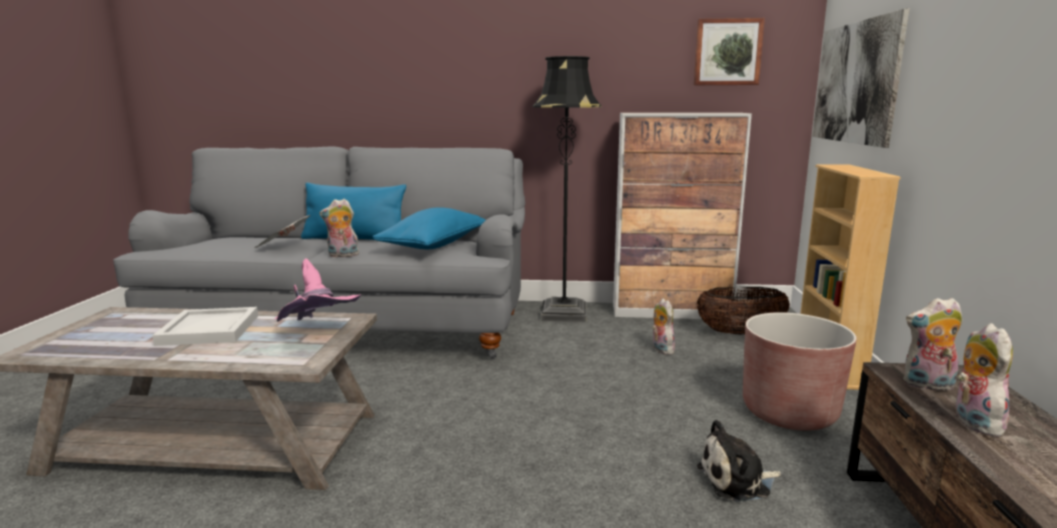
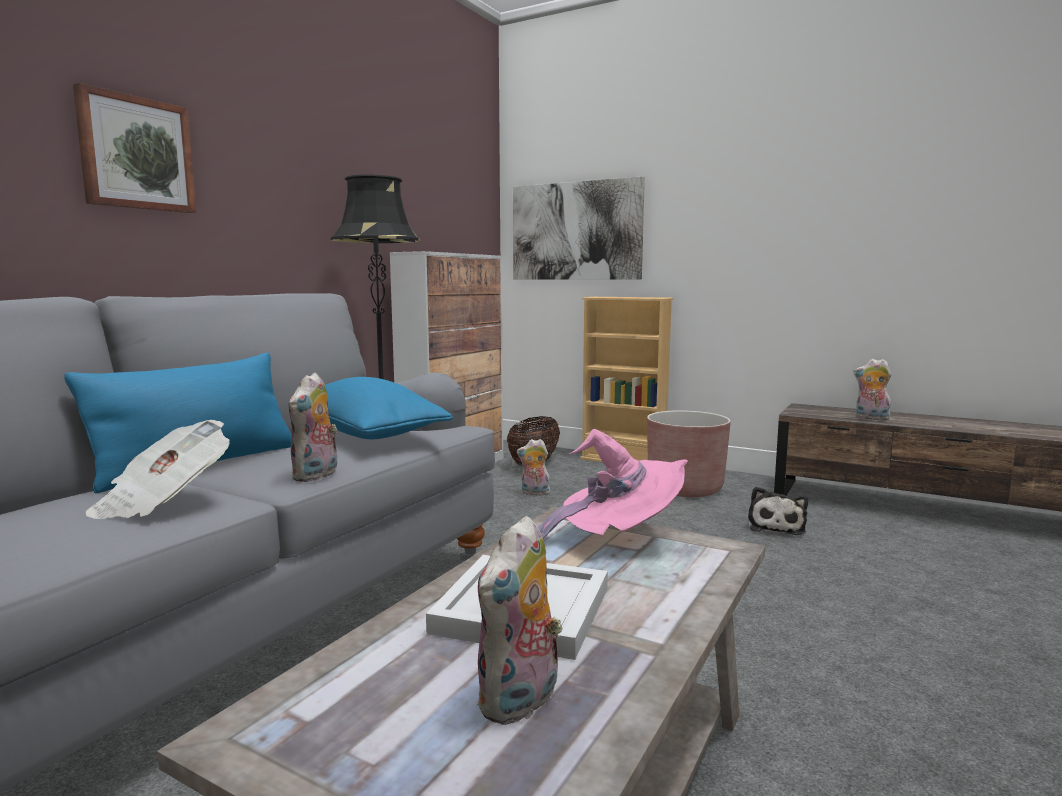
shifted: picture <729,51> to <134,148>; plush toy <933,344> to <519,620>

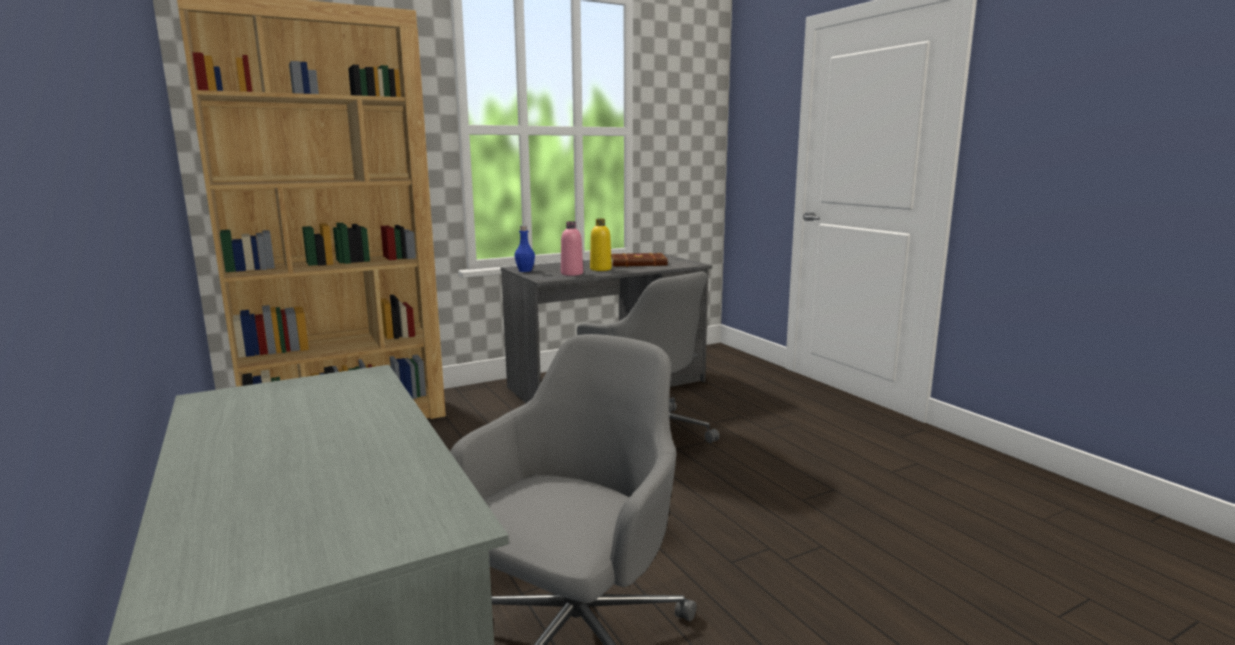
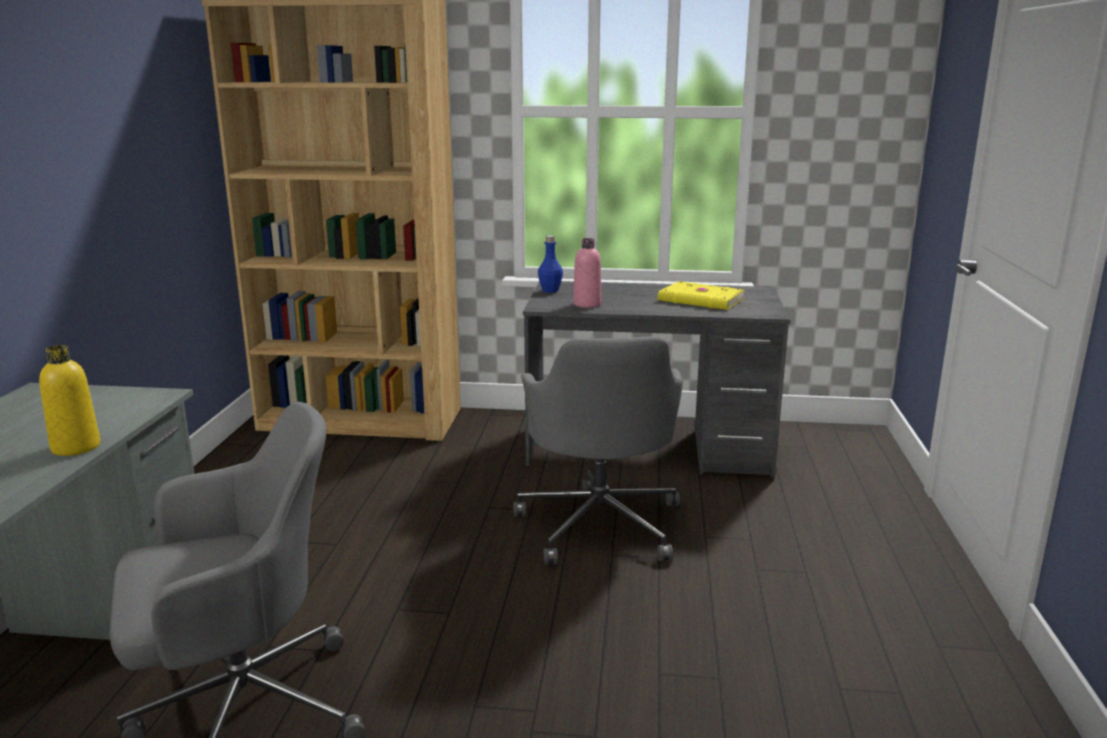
shifted: yellow bottle <601,245> to <69,400>
repainted: brown book <639,260> to yellow book <701,295>

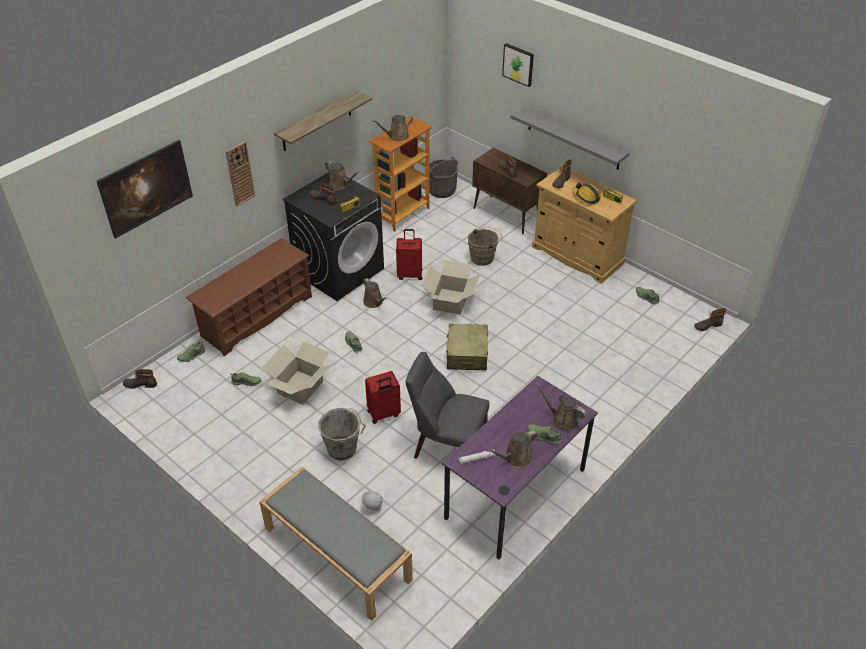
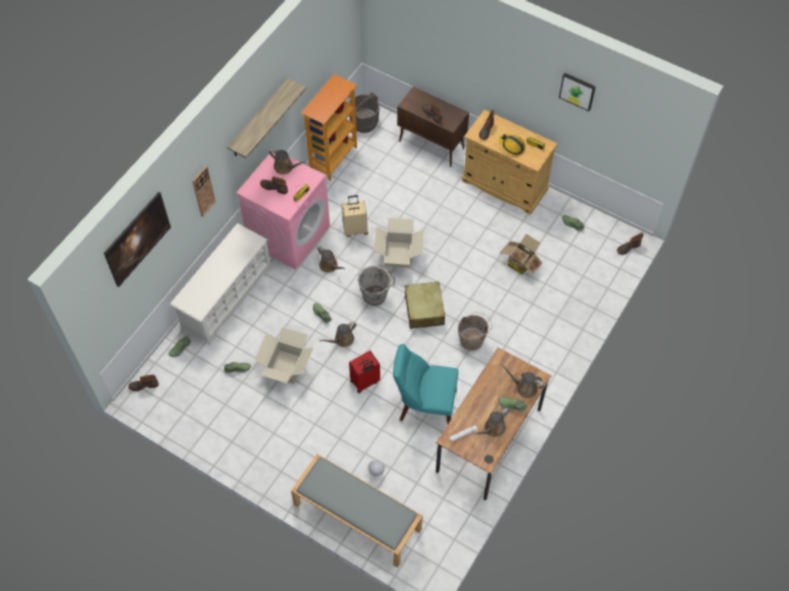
gone: grey shelf <570,137>
new: cardboard box <521,254>
shifted: grey bucket <341,434> to <376,285>; brown watering can <392,128> to <338,334>; brown bucket <485,246> to <475,331>; picture <518,65> to <577,92>
repainted: brown shoe rack <249,297> to white shoe rack <220,284>; black washing machine <333,236> to pink washing machine <283,210>; red suitcase <409,254> to beige suitcase <355,216>; grey chair <447,405> to turquoise chair <426,384>; purple desk <520,467> to brown desk <493,423>

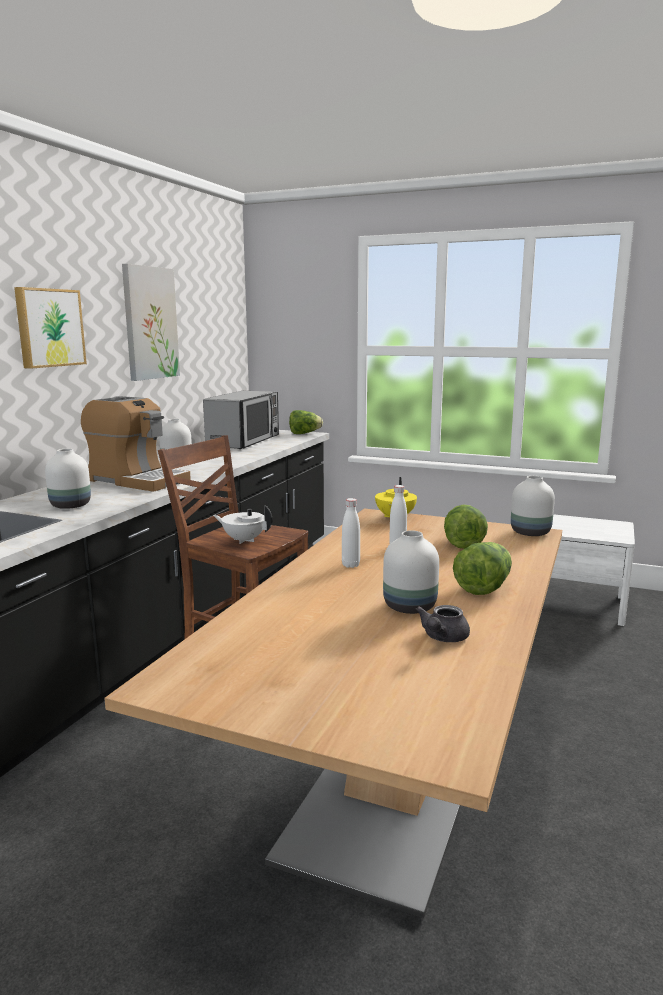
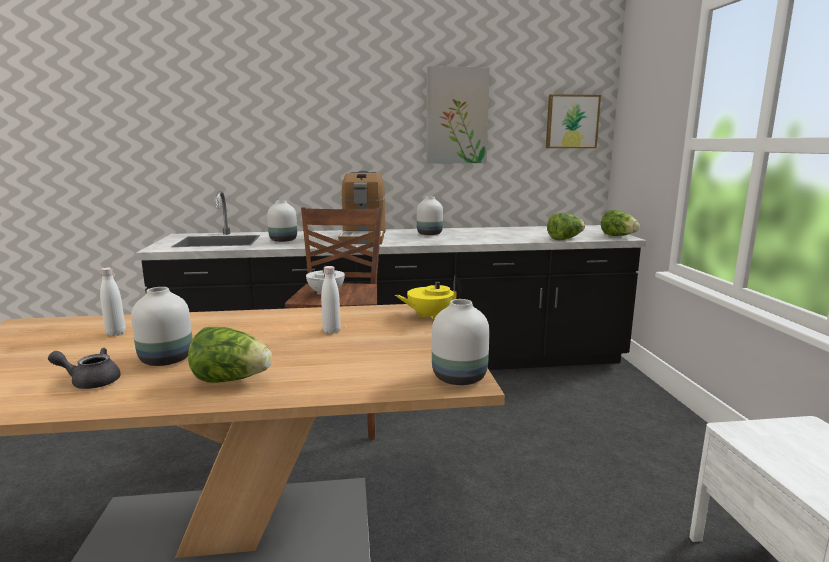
gone: microwave <241,420>
shifted: picture <50,328> to <573,121>; white bottle <351,533> to <113,301>; lettuce <466,526> to <566,226>

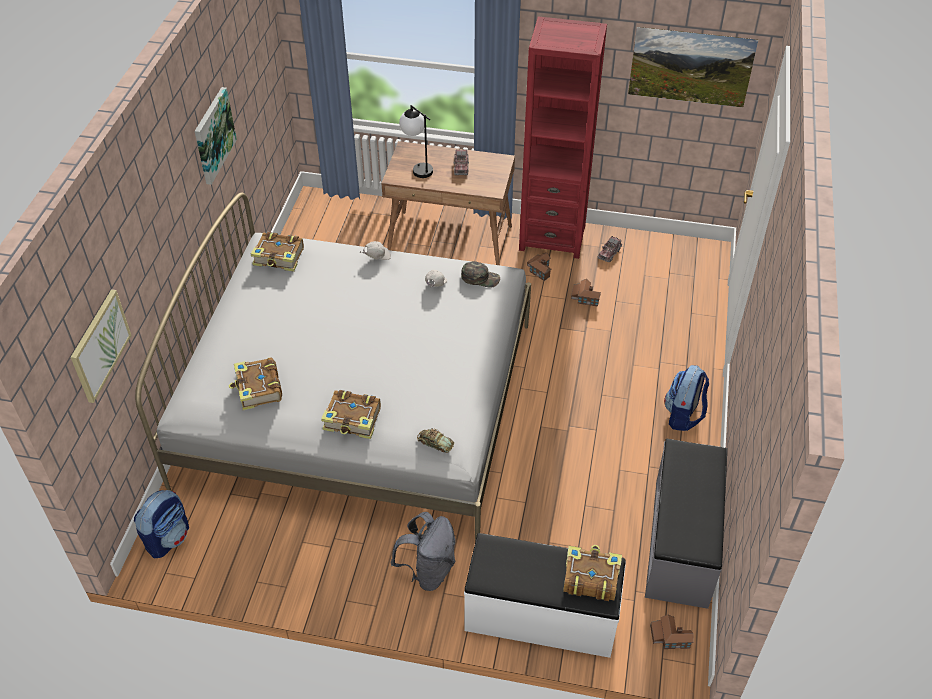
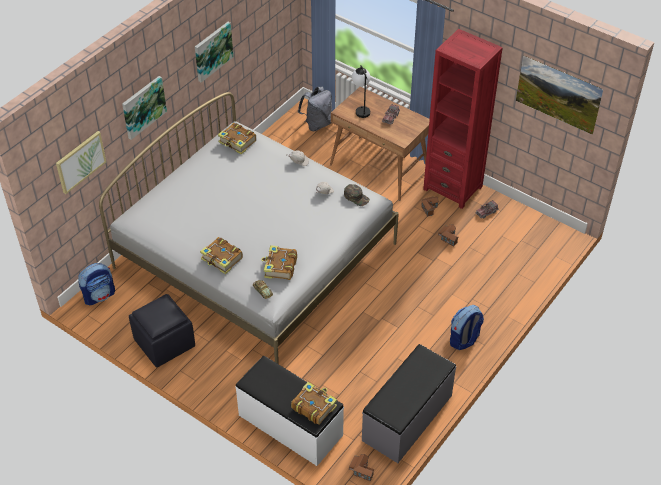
new: picture <144,108>; black ottoman <162,331>
shifted: book <255,383> to <279,262>; grey backpack <423,551> to <315,109>

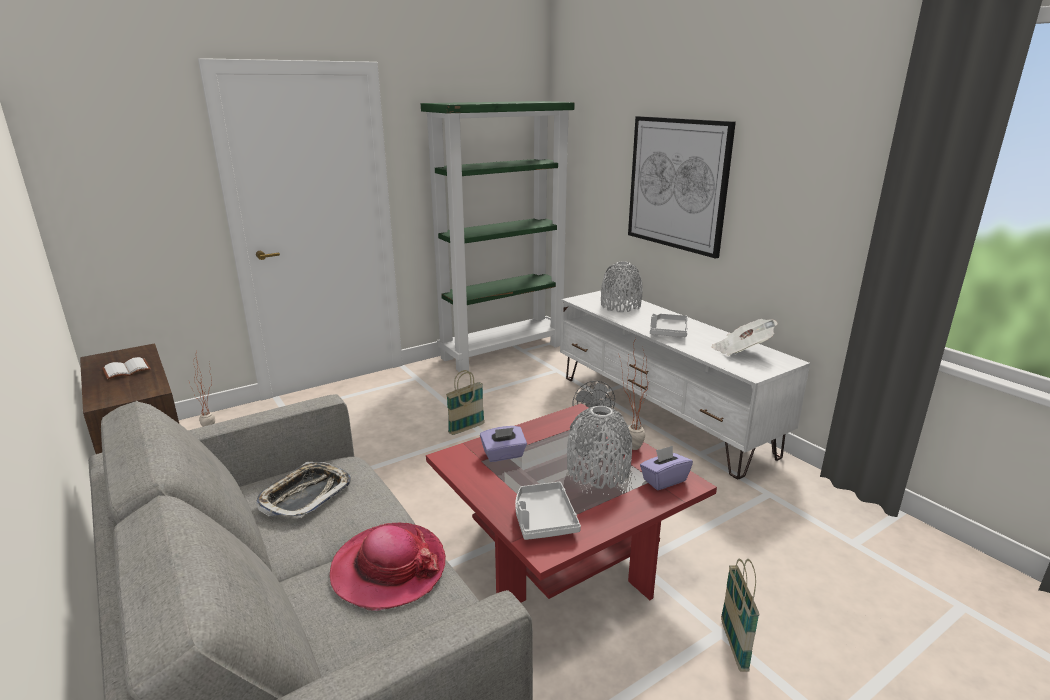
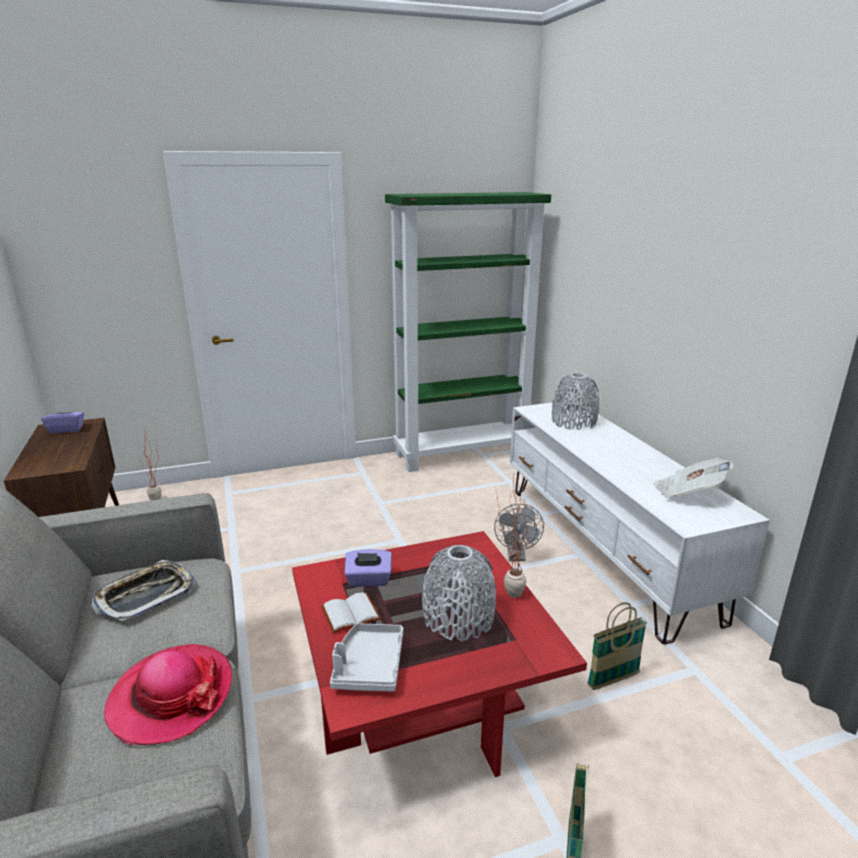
gone: picture <682,187>; grey tray <669,325>
shifted: white book <126,368> to <351,612>; basket <465,402> to <617,646>; purple tissue box <666,468> to <62,419>

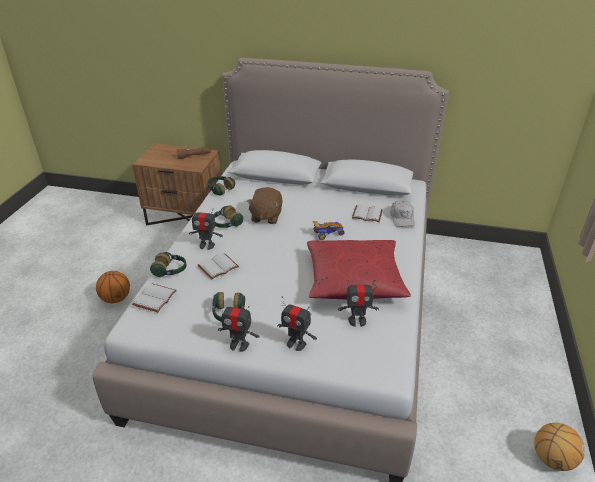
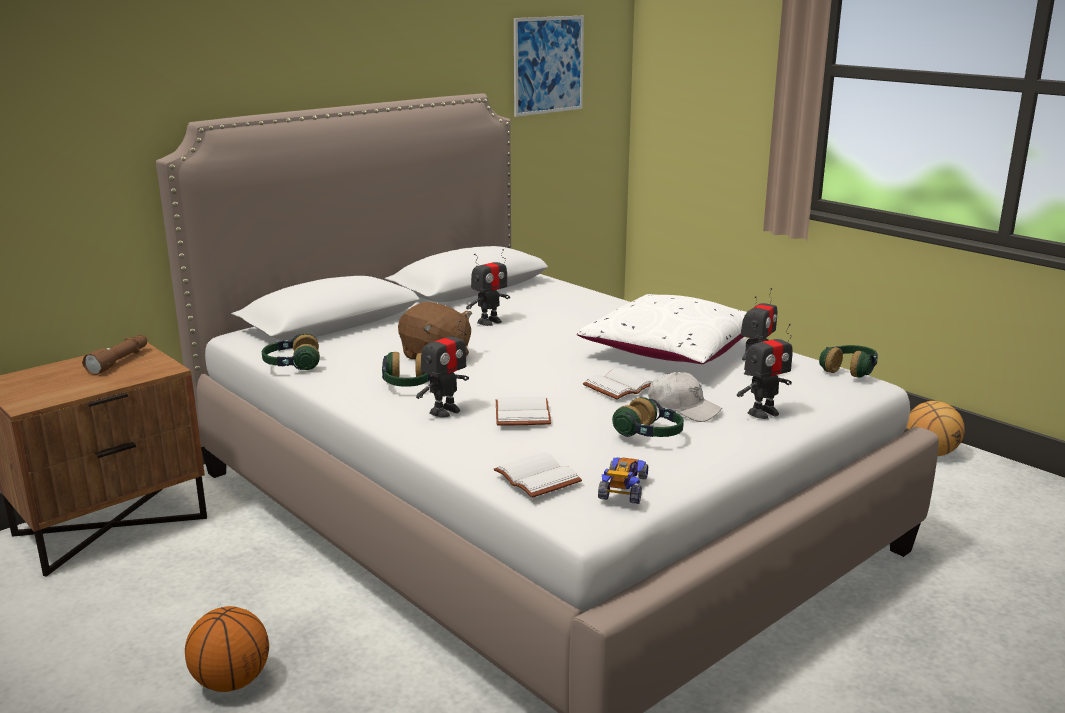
new: picture <549,66>
shifted: headphones <168,264> to <848,361>; toy robot <239,326> to <488,287>; toy car <328,230> to <623,480>; white book <367,213> to <617,384>; white cap <402,213> to <685,397>
repainted: red pillow <359,269> to white pillow <662,329>

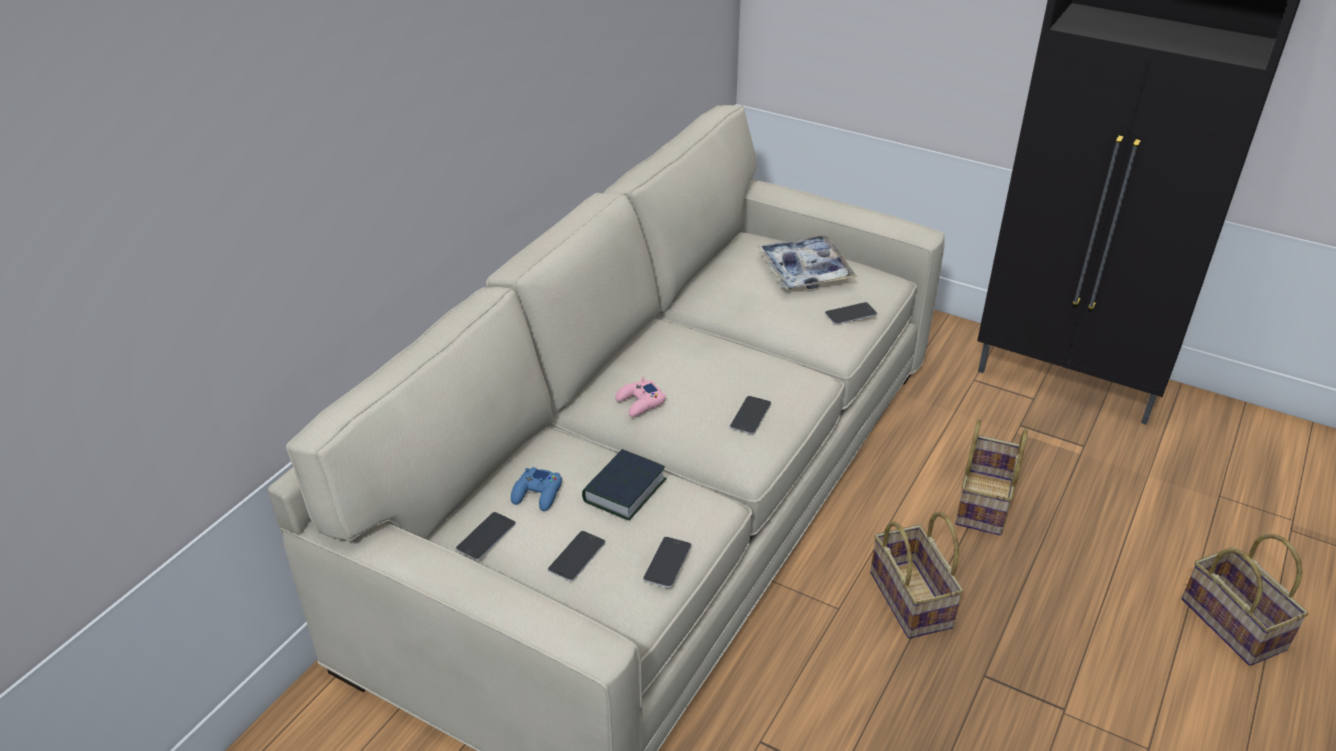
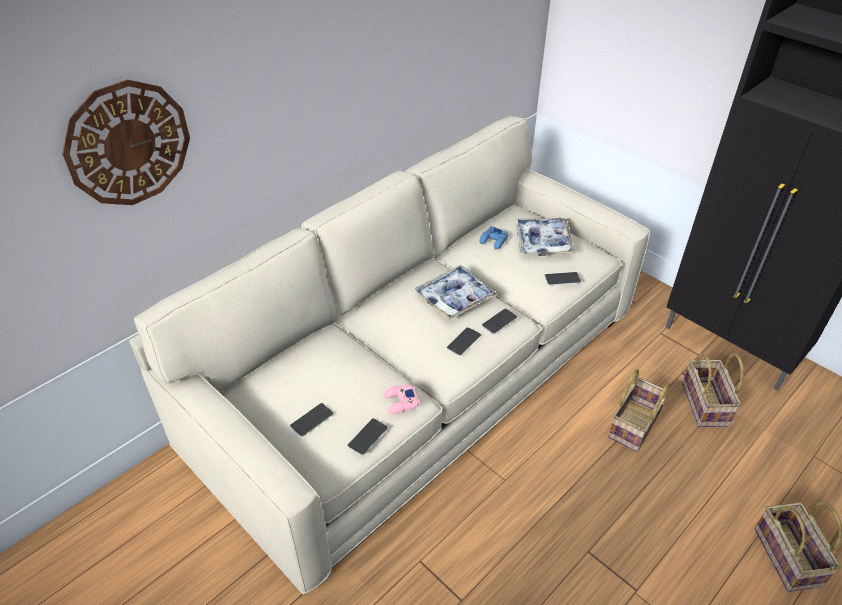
gone: book <624,484>
new: wall clock <126,142>; tray <456,292>
shifted: phone <486,536> to <499,321>; blue game controller <536,489> to <494,238>; pink game controller <640,397> to <402,399>; basket <917,575> to <713,390>

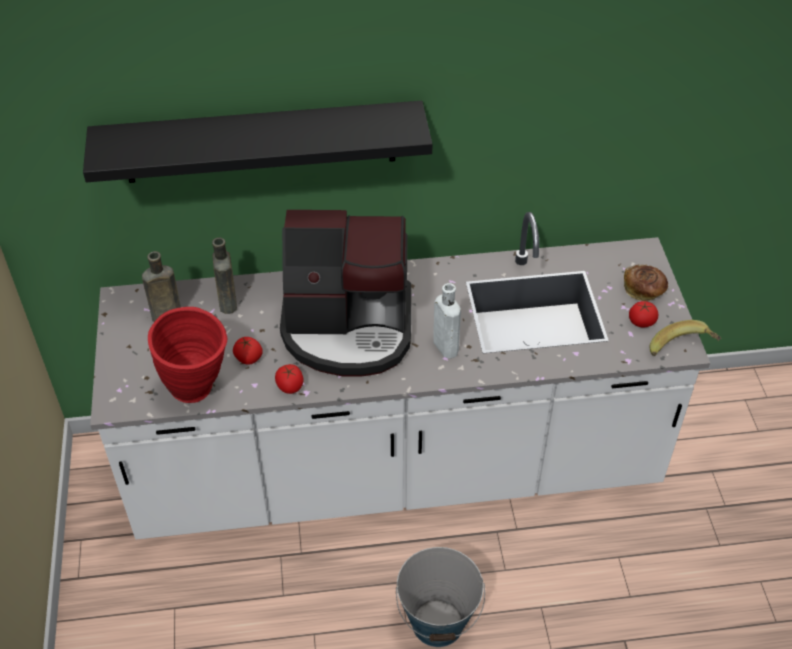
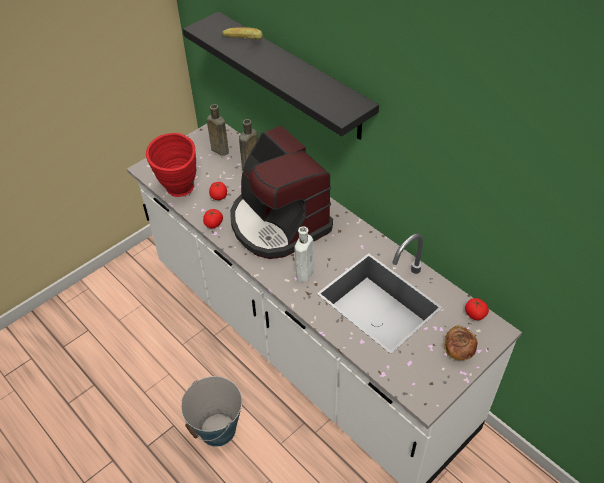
shifted: tomato <643,314> to <477,309>; banana <685,338> to <242,33>

